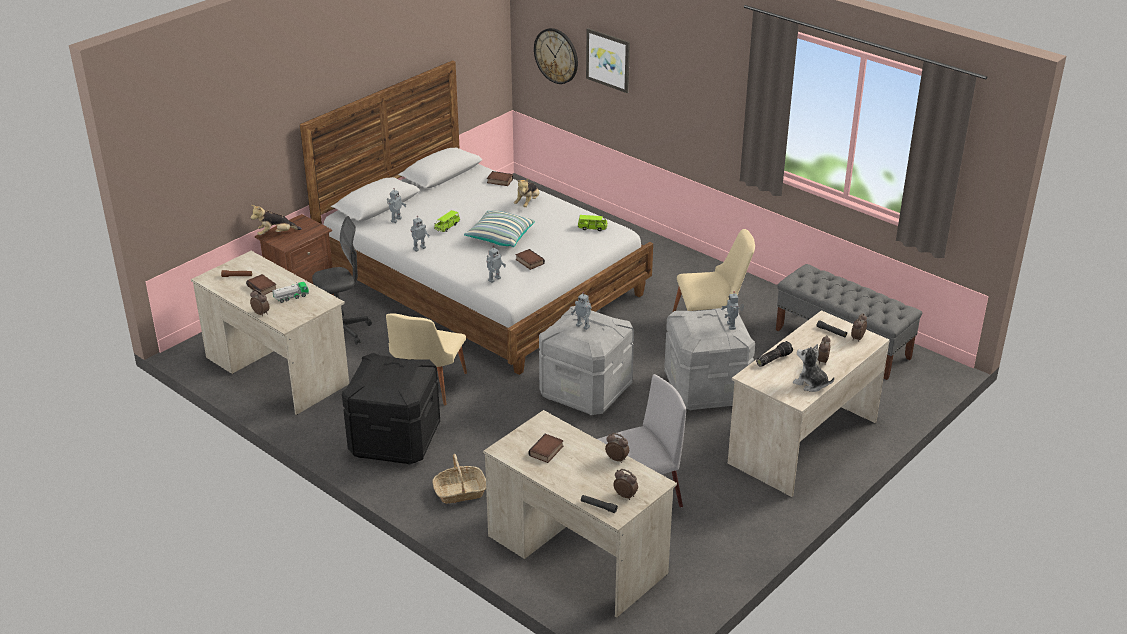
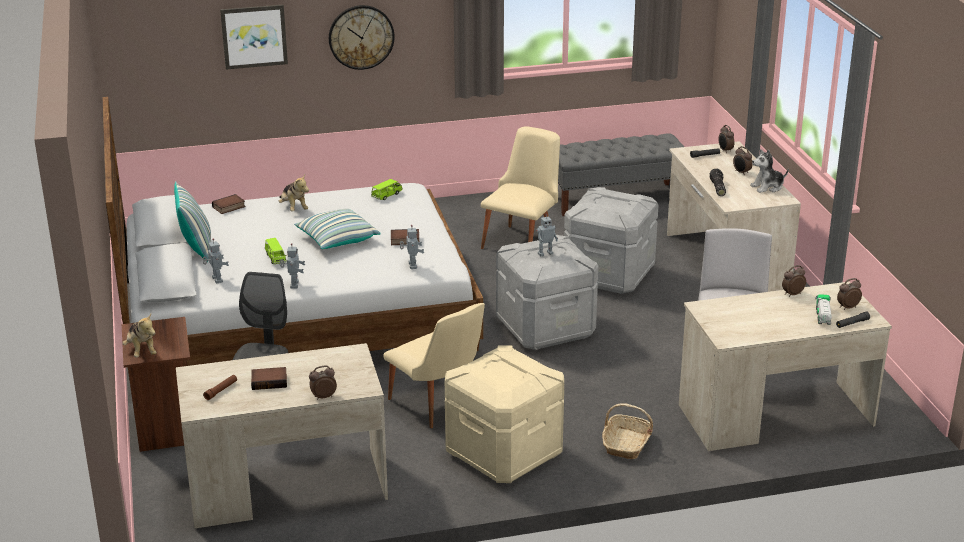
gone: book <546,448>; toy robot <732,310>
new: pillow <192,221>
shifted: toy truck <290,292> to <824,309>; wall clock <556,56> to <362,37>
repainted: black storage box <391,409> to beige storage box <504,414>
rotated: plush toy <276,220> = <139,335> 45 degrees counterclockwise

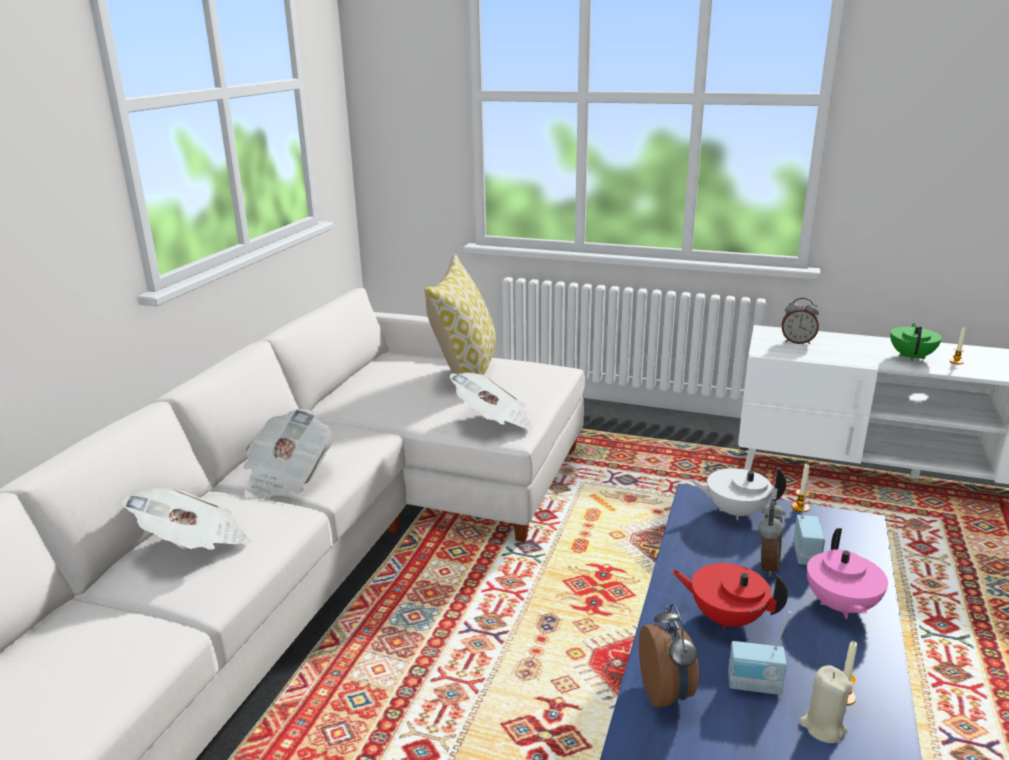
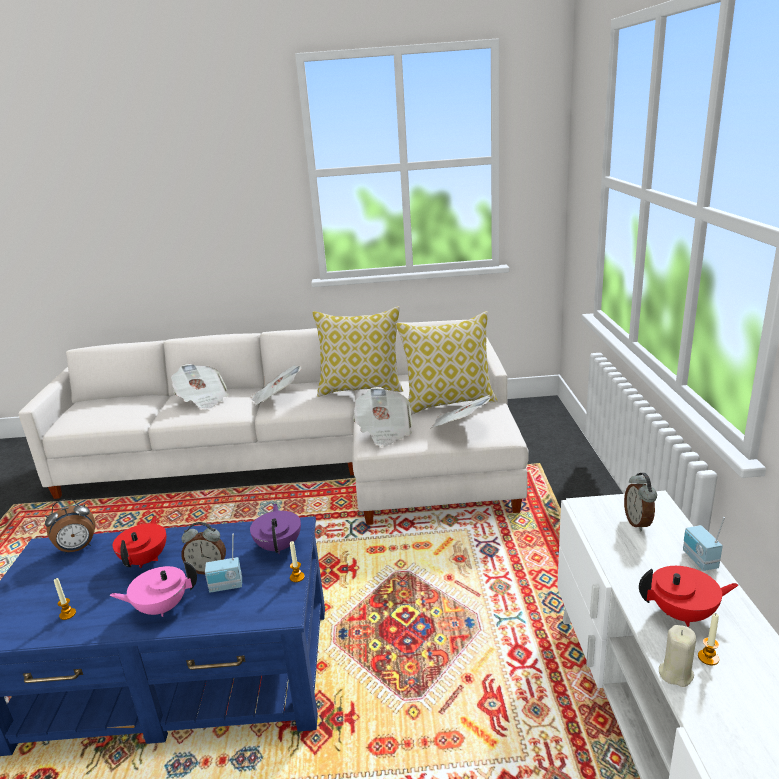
new: pillow <357,351>; newspaper <460,412>
shifted: radio <759,653> to <704,544>; beige candle <826,704> to <677,656>
repainted: white teapot <737,493> to purple teapot <275,529>; green teapot <916,342> to red teapot <689,596>

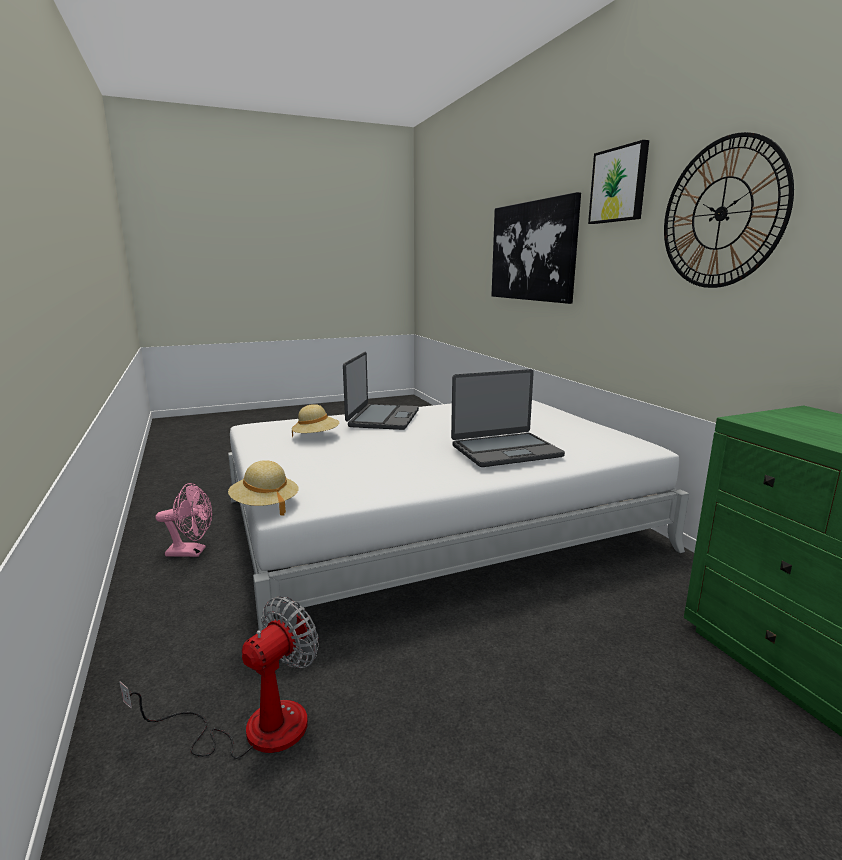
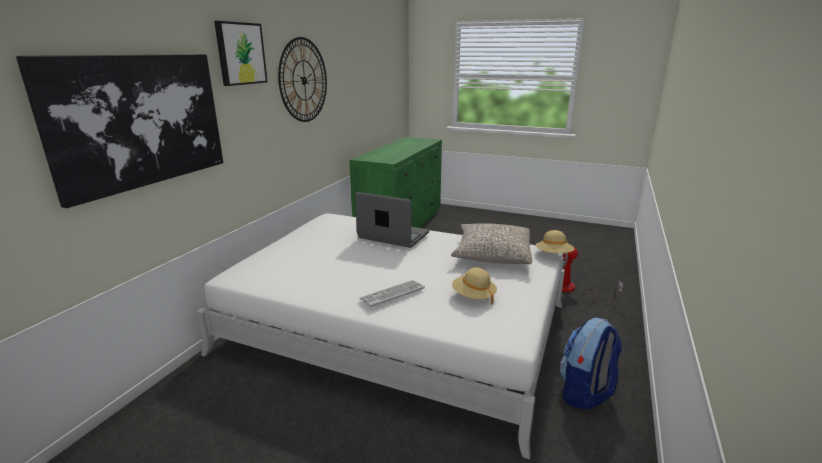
new: grey pillow <491,243>
swapped: pink fan <184,520> to backpack <591,364>; laptop <381,391> to keyboard <392,293>

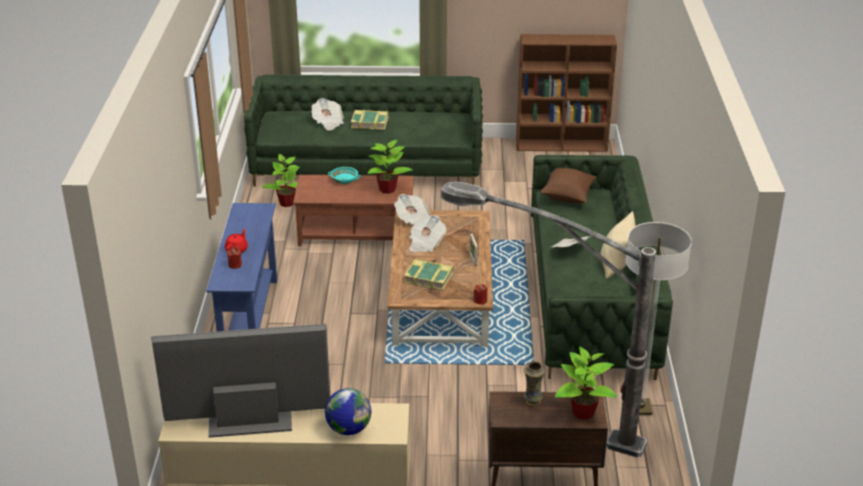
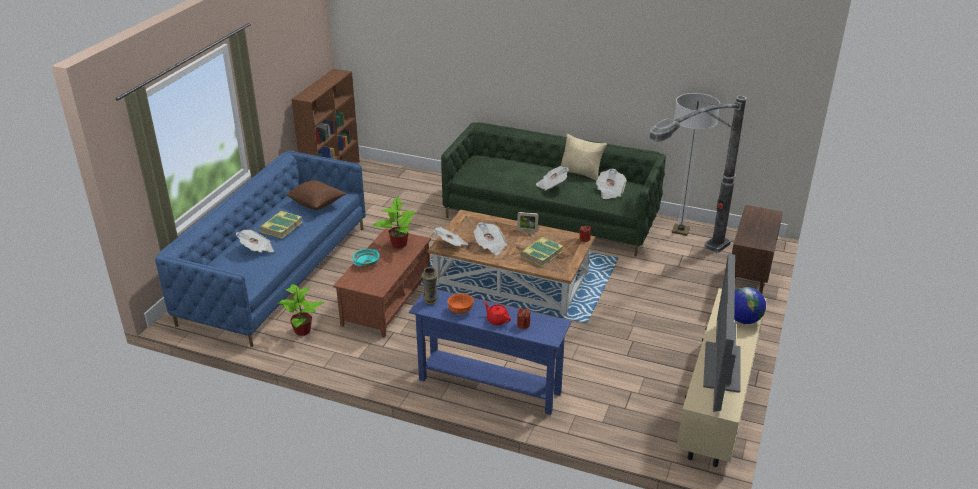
gone: potted plant <586,383>
new: orange bowl <460,303>; newspaper <611,184>
shifted: vase <534,383> to <429,285>; brown pillow <569,185> to <316,195>
repainted: green sofa <363,130> to blue sofa <260,249>

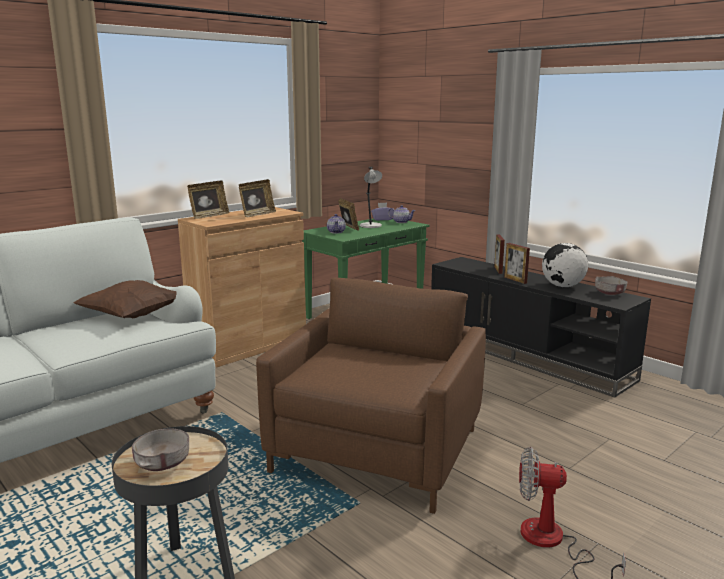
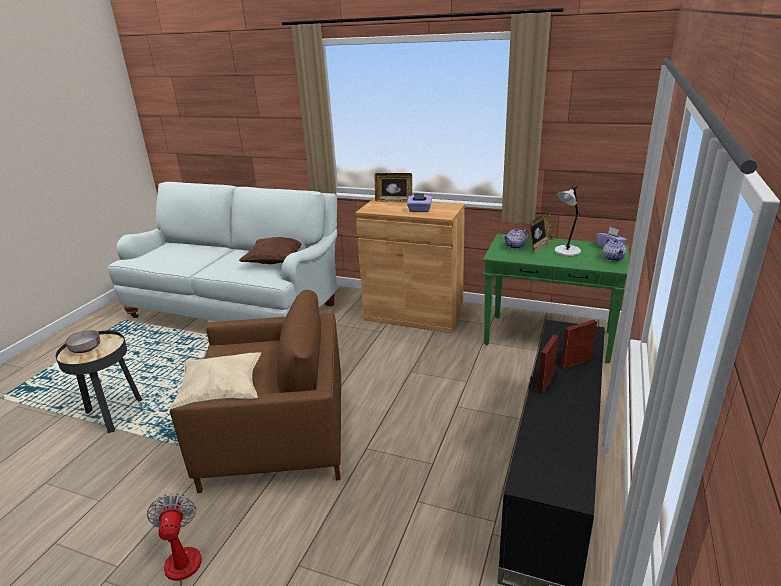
gone: globe <565,265>; grey bowl <611,285>
new: beige pillow <215,380>
swapped: picture frame <257,198> to purple tissue box <419,202>

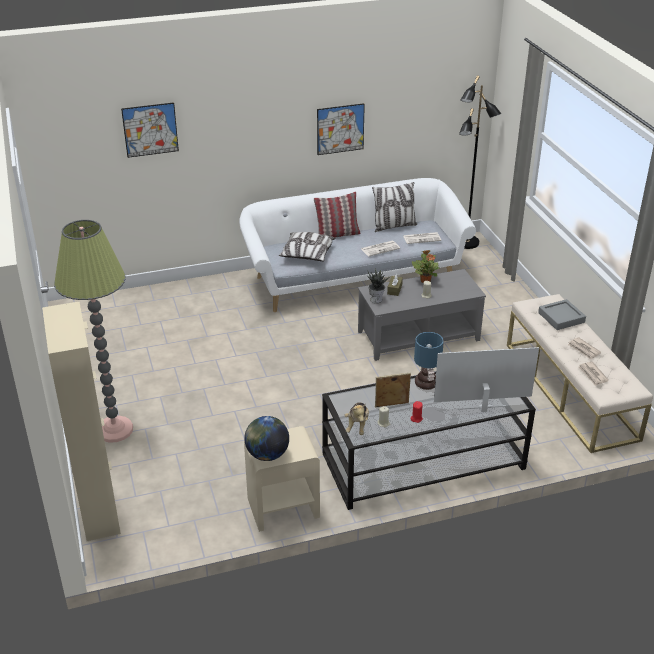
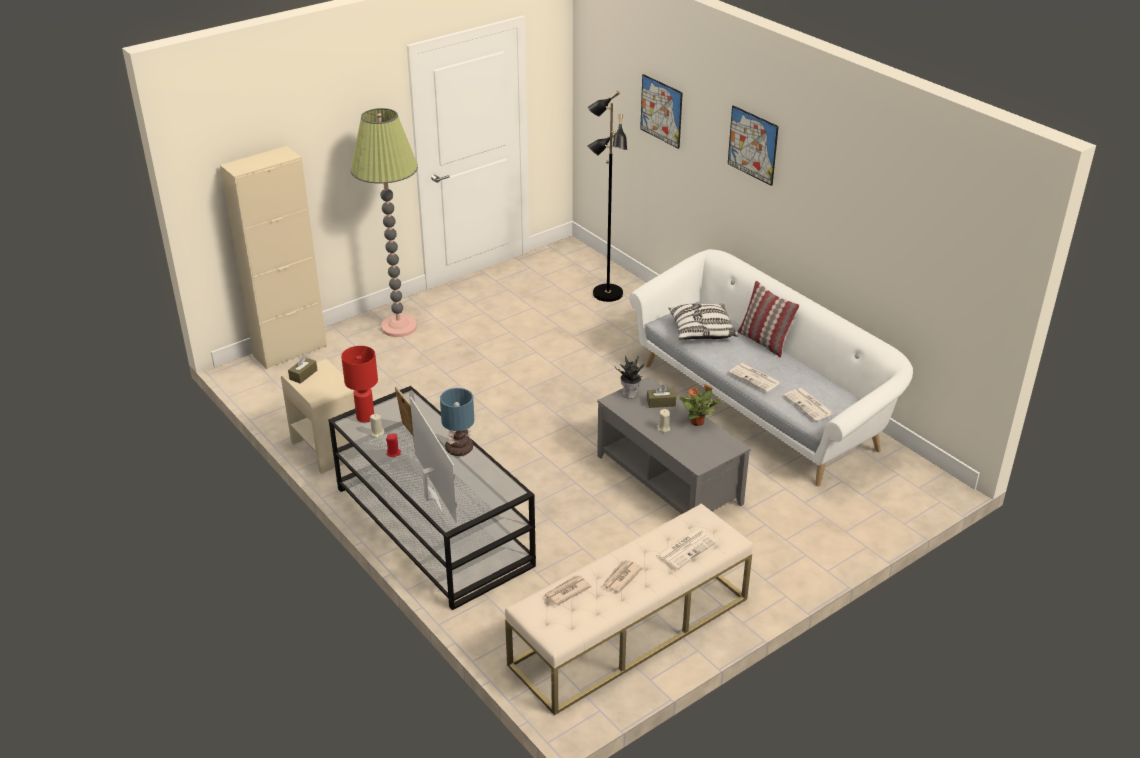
gone: pillow <394,207>
shifted: picture <341,129> to <753,145>; black floor lamp <480,162> to <607,196>
swapped: globe <266,438> to brown tissue box <302,369>; plush toy <356,418> to red table lamp <359,384>; grey tray <562,314> to newspaper <686,549>

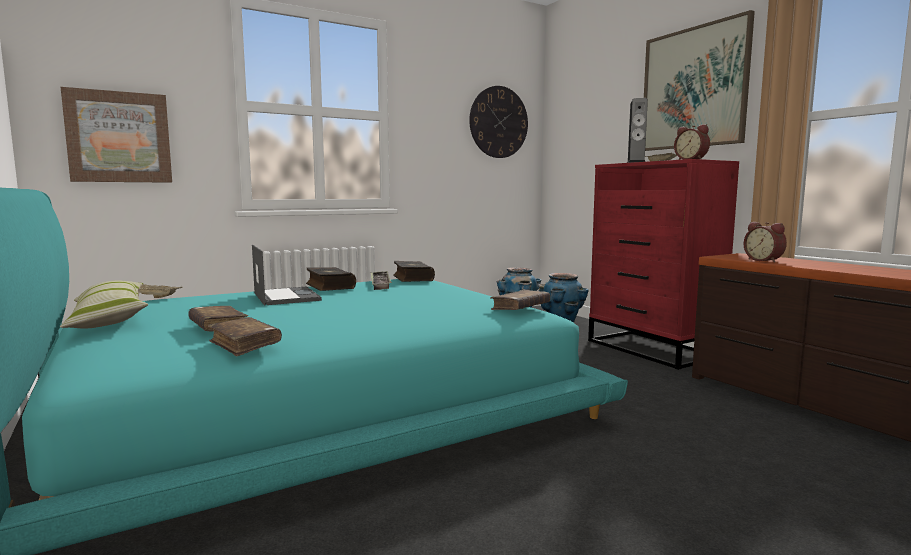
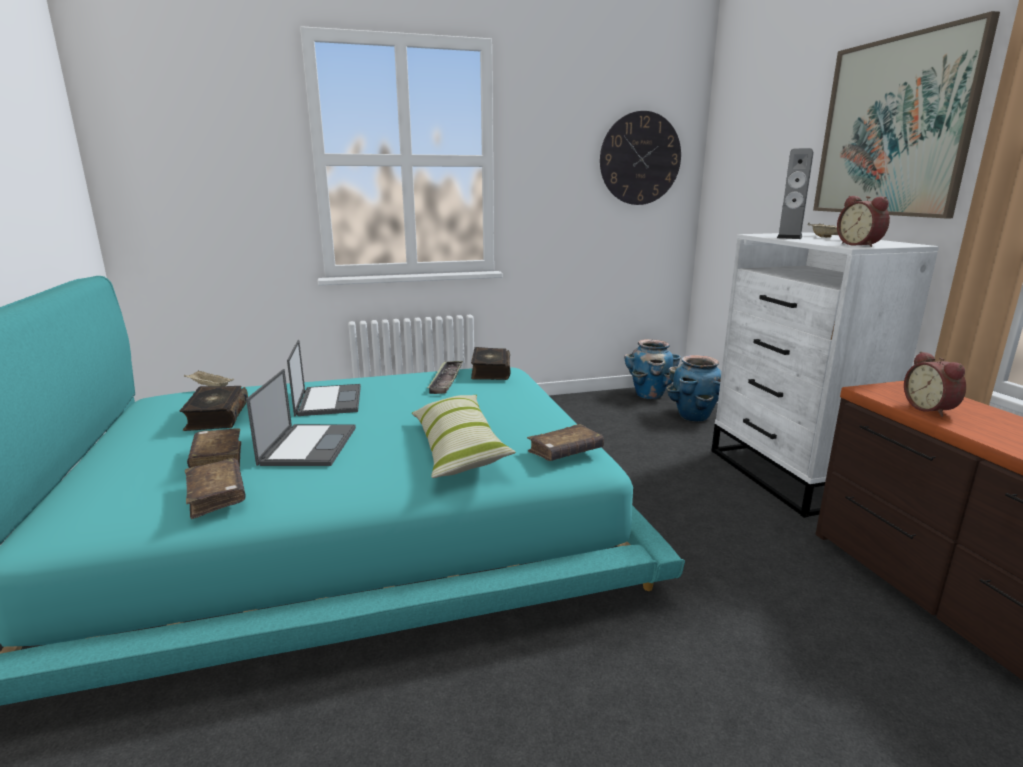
gone: picture <116,135>
new: laptop <301,417>
shifted: pillow <104,304> to <464,436>; book <331,279> to <214,408>
repainted: red dresser <663,264> to white dresser <825,375>

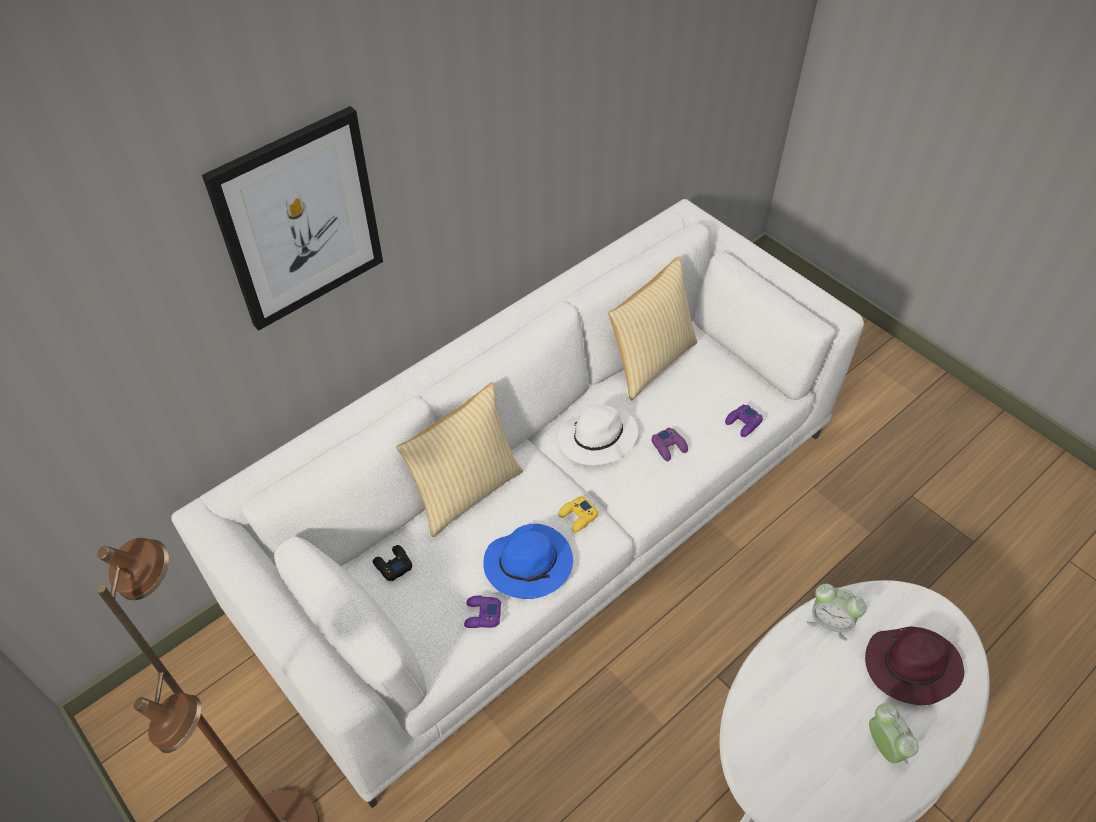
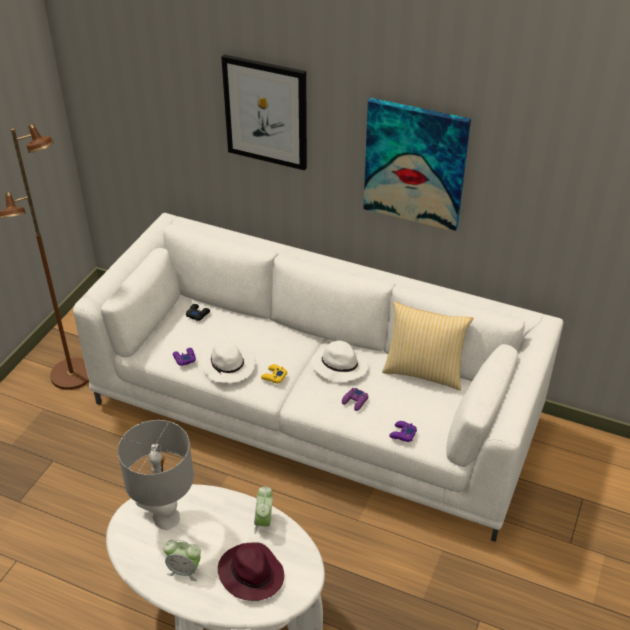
gone: pillow <459,459>
new: grey table lamp <156,475>; picture <417,165>
repainted: blue hat <528,561> to white hat <228,361>
rotated: alarm clock <894,733> = <182,560> 60 degrees clockwise

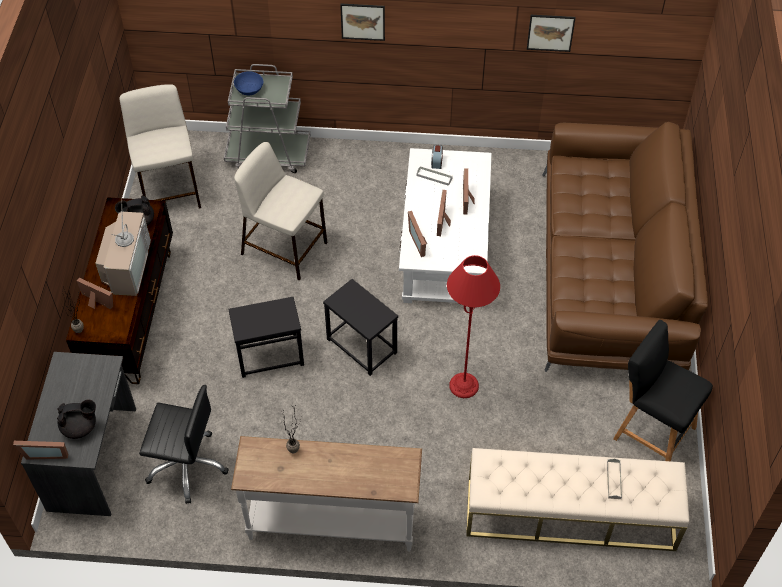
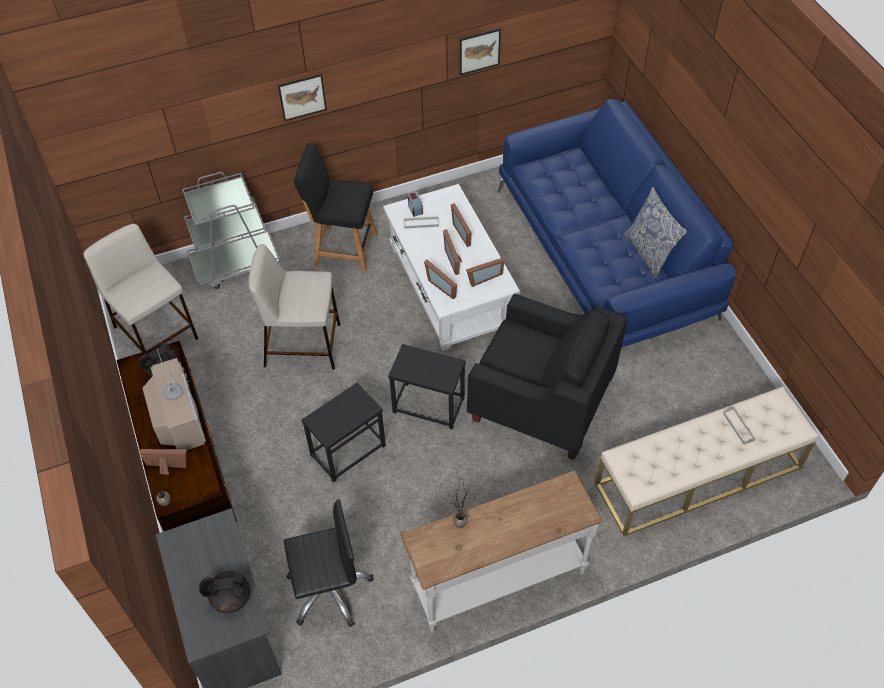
gone: blue bowl <248,83>
new: pillow <656,233>
shifted: picture frame <40,450> to <485,272>; black stool <663,390> to <336,208>
swapped: red floor lamp <473,326> to black armchair <547,377>
repainted: brown sofa <625,247> to blue sofa <617,223>
rotated: black teapot <76,419> = <224,592> 150 degrees counterclockwise

